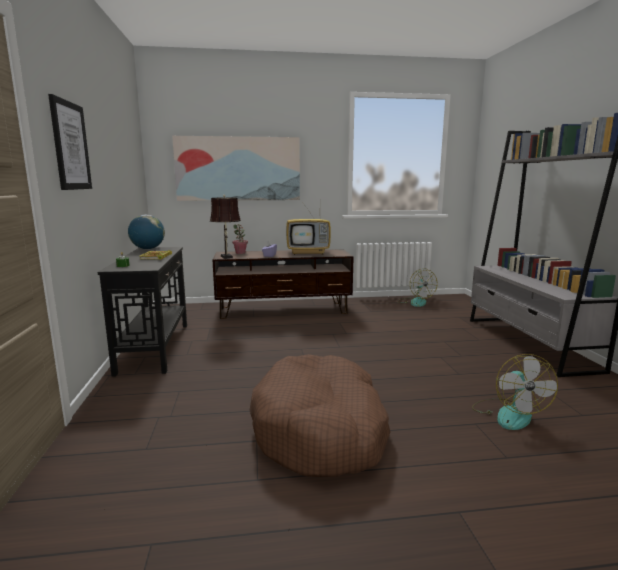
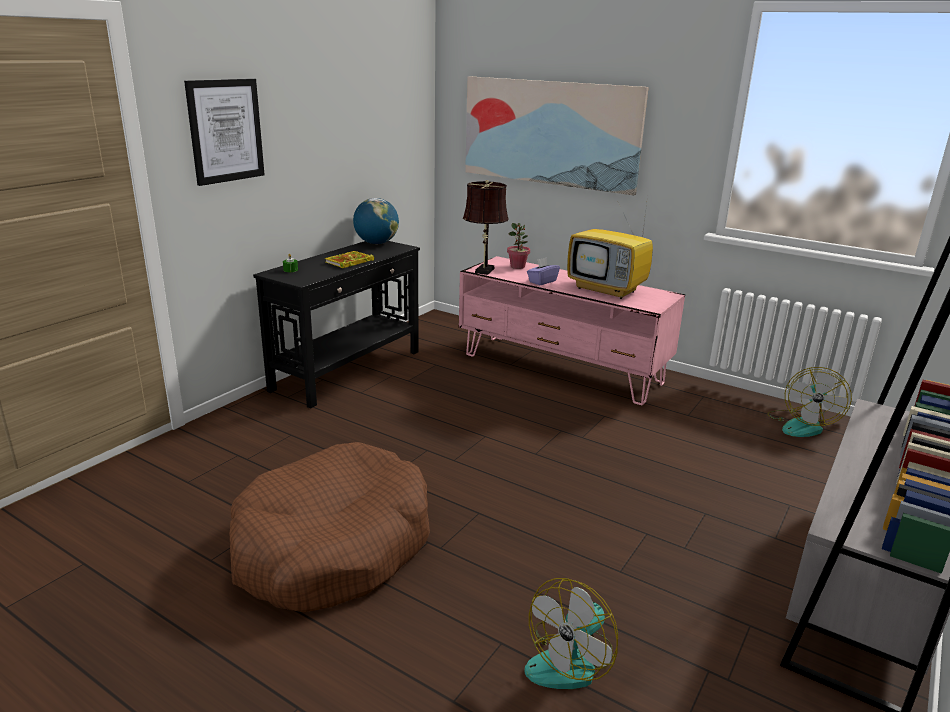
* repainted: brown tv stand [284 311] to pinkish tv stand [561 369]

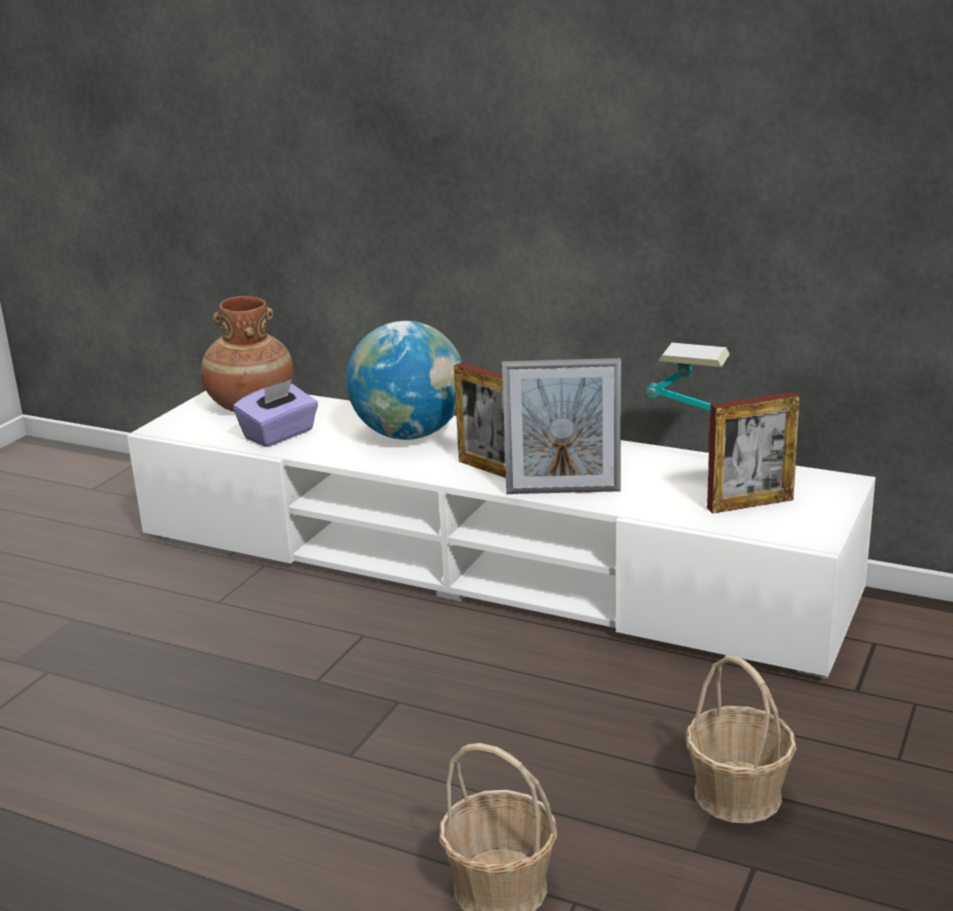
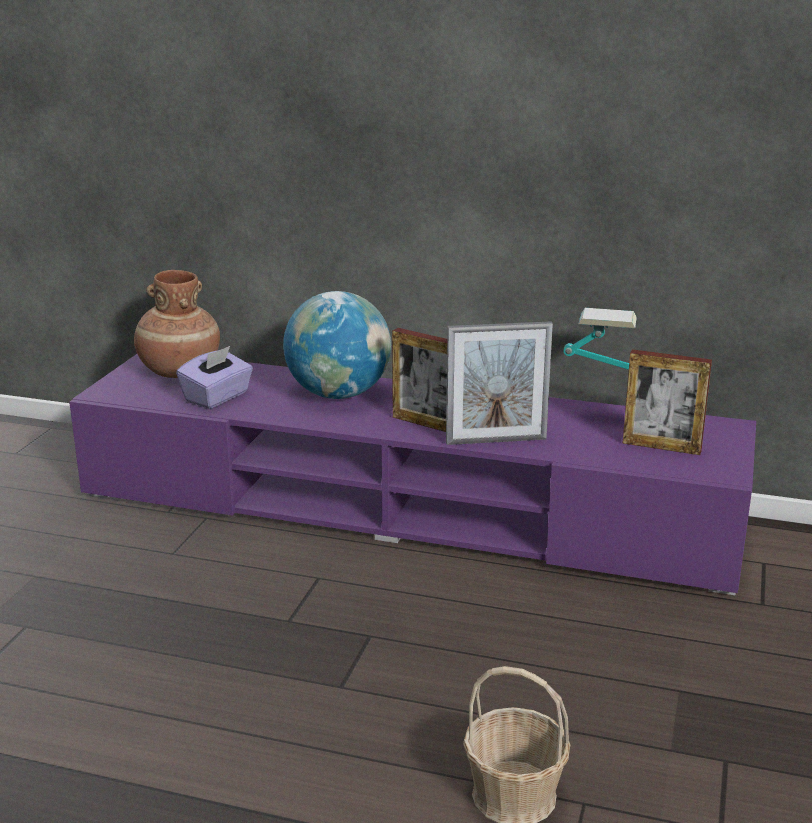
* gone: household basket [737 794]
* repainted: white-coloured tv stand [483 565] to purple-coloured tv stand [407 510]
* rotated: picture frame [750 504] = [661 447] 45 degrees clockwise

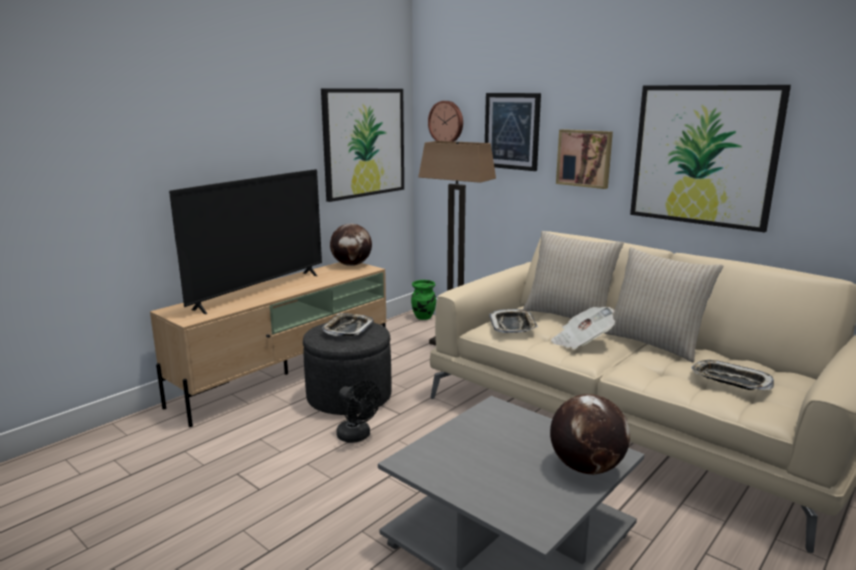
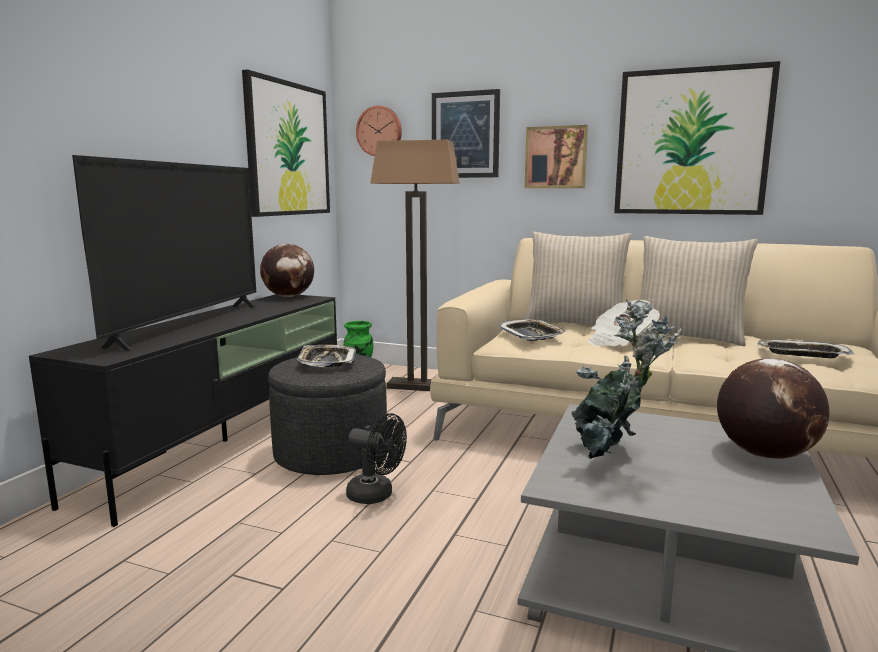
* new: plant in a pot [610 459]
* repainted: beige-coloured tv stand [288 373] to black tv stand [227 440]

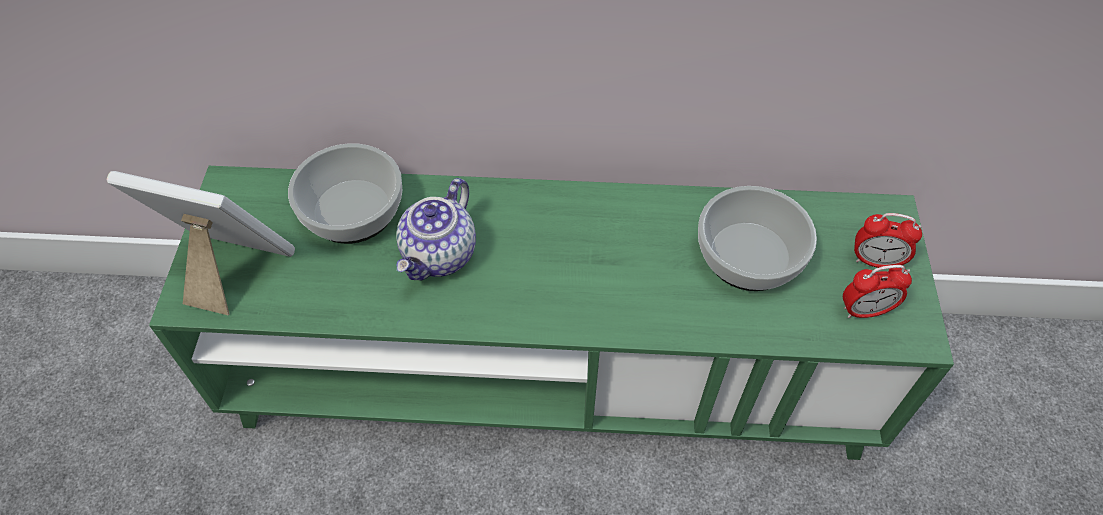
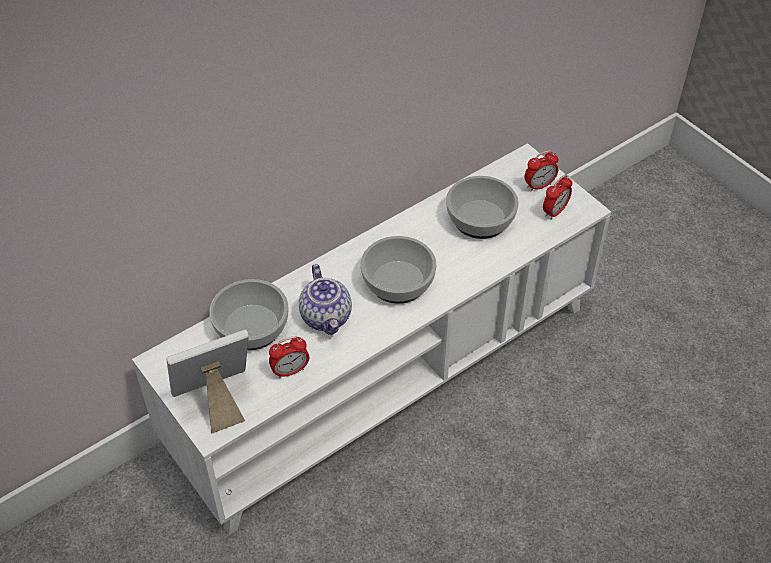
* new: alarm clock [290 371]
* new: serving bowl [397 282]
* repainted: green-coloured tv stand [551 375] to white-coloured tv stand [385 378]

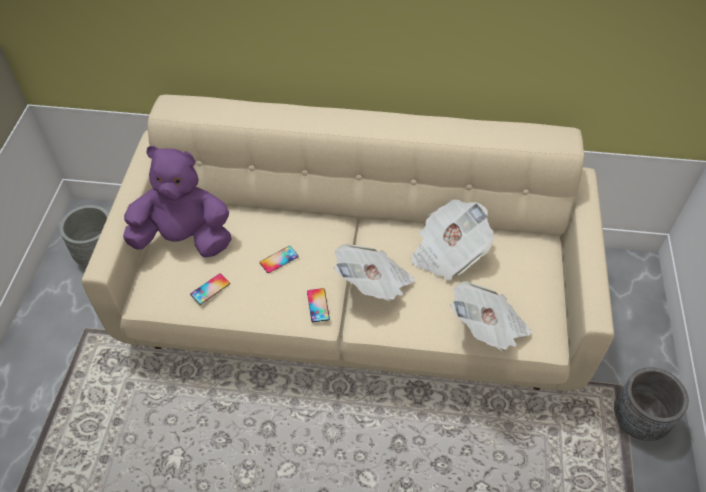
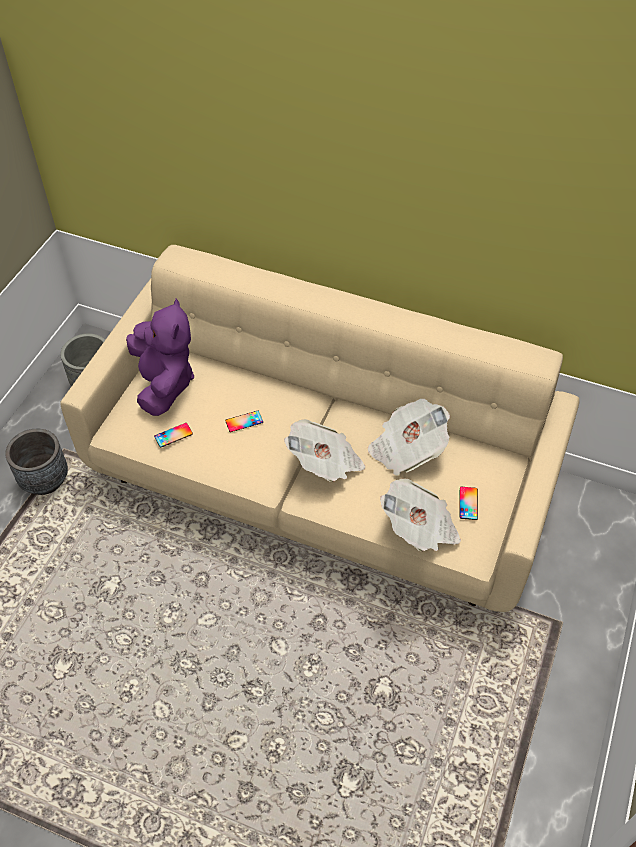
* shifted: handset [318 305] to [468 503]
* shifted: grey planter [638 420] to [45 480]
* rotated: purple-coloured soft toy [184 239] = [164 384] 60 degrees clockwise

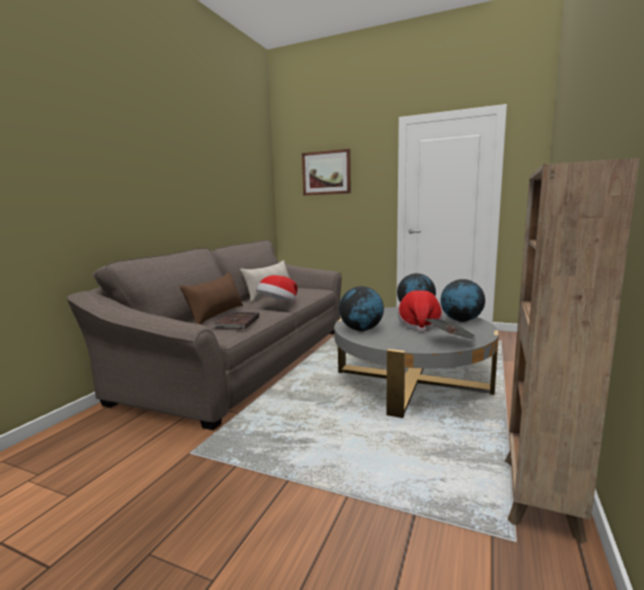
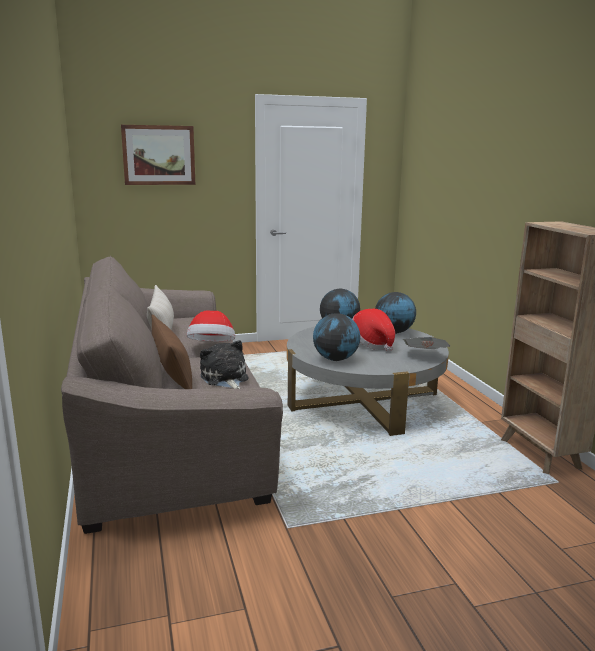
* swapped: brown bound book [237 322] to soft toy [225 378]

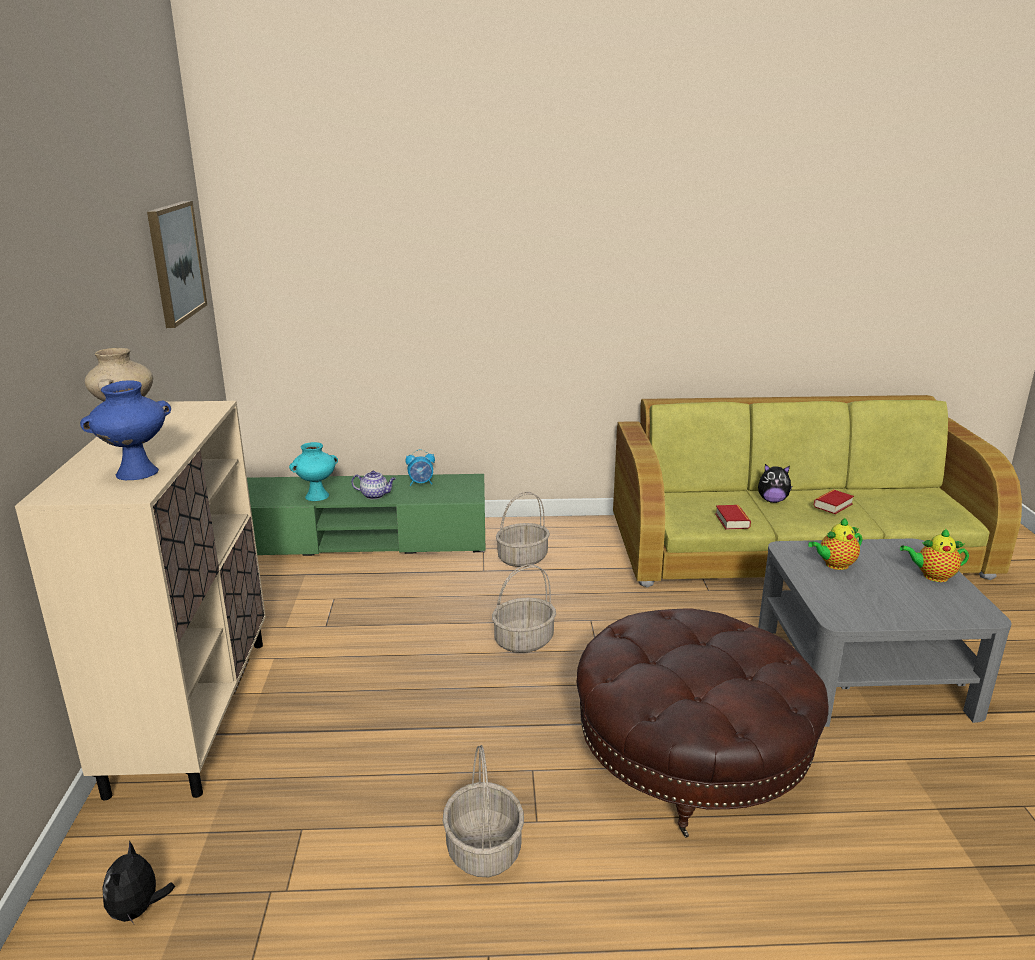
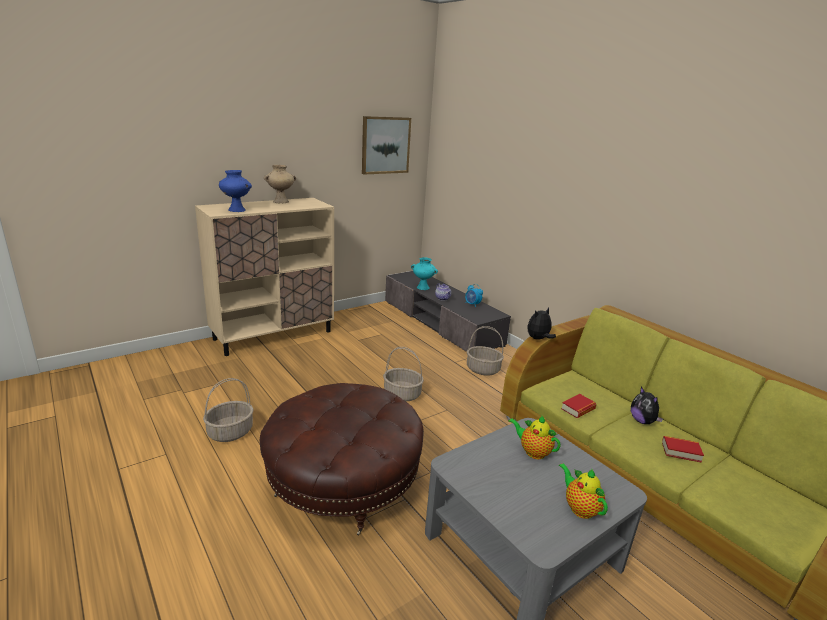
* shifted: soft toy [138 910] to [538 339]
* repainted: green-coloured tv stand [363 539] to grey tv stand [440 323]

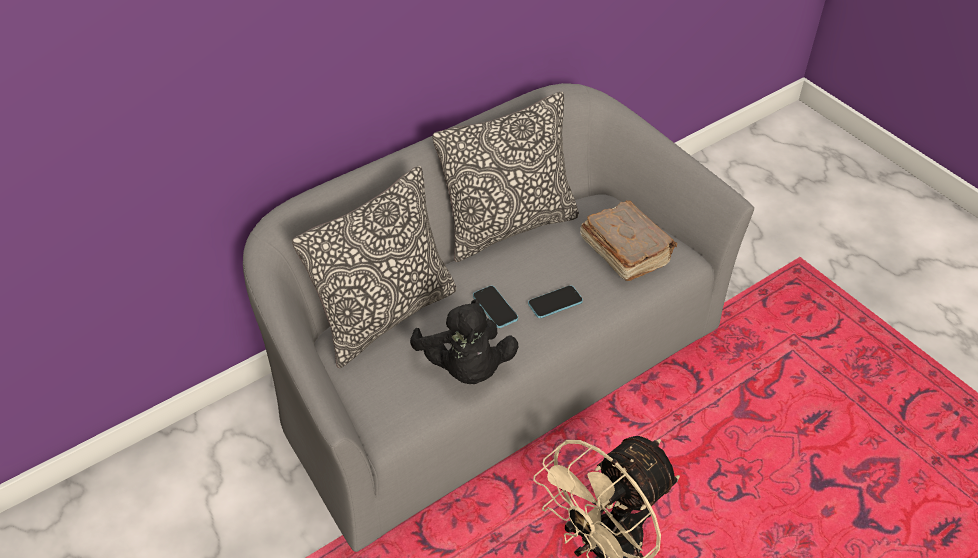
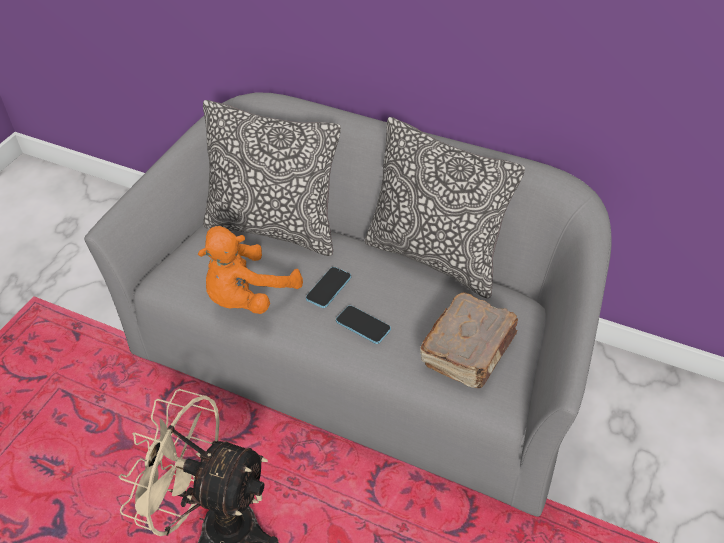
* repainted: black soft toy [465 368] to orange-coloured soft toy [248 297]

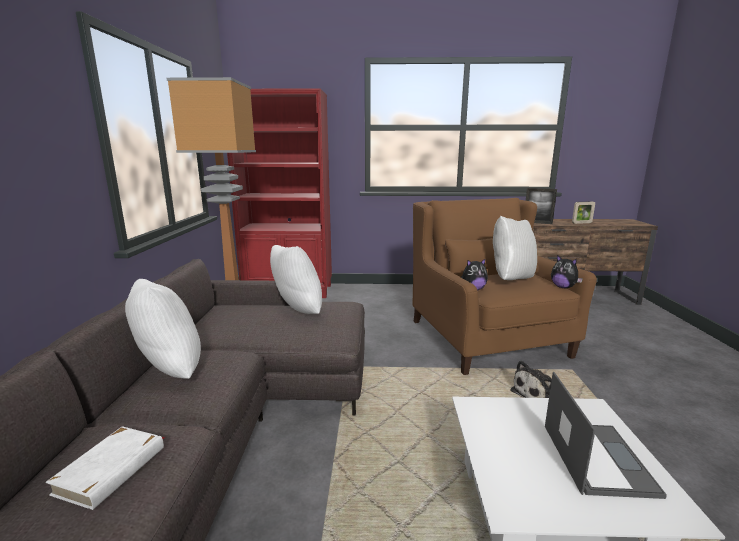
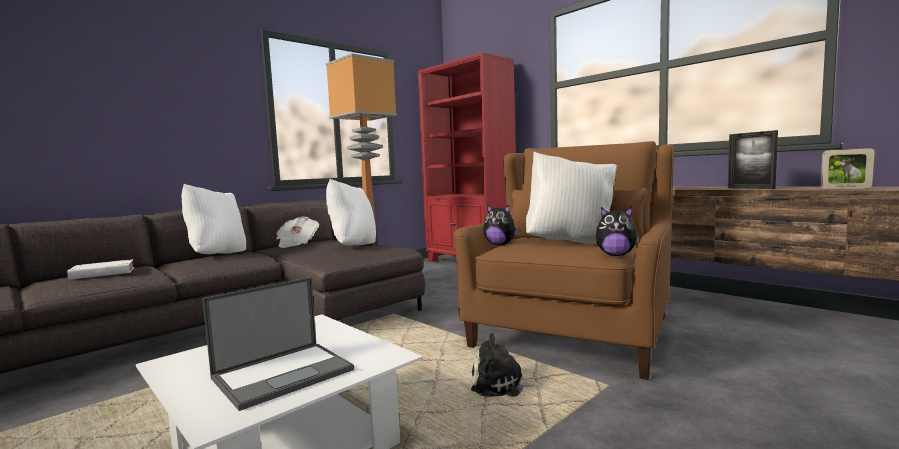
* new: printed paper [296 244]
* rotated: soft toy [563 287] = [616 255] 75 degrees counterclockwise

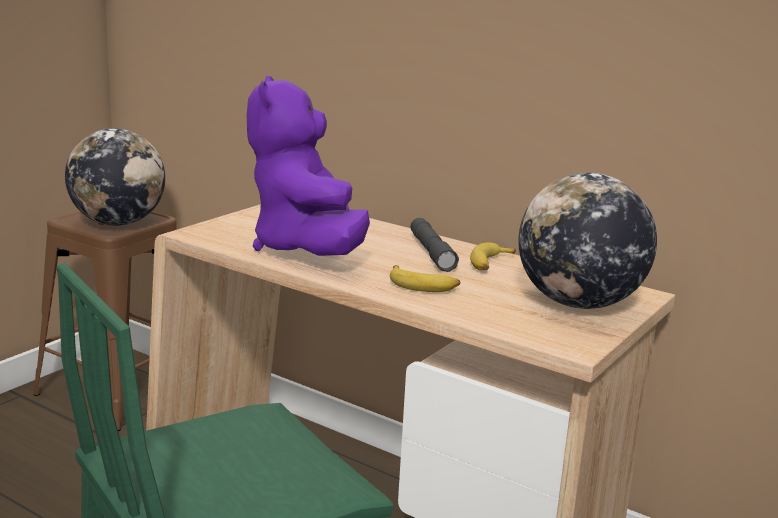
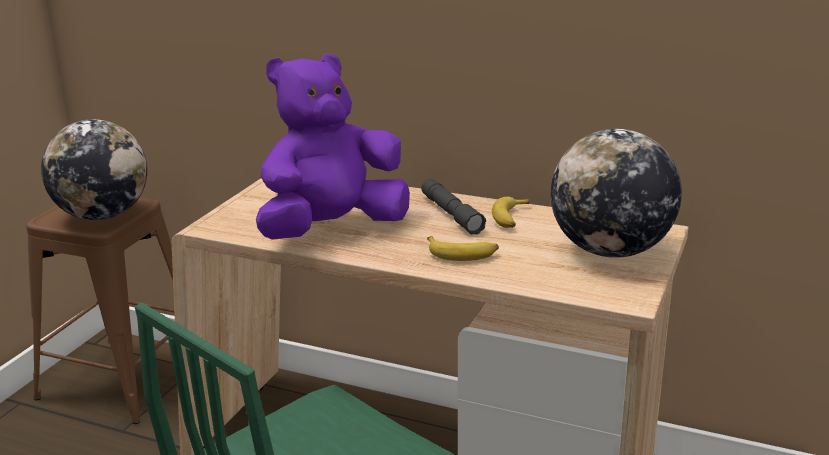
* rotated: purple-coloured soft toy [307 249] = [332 229] 75 degrees clockwise

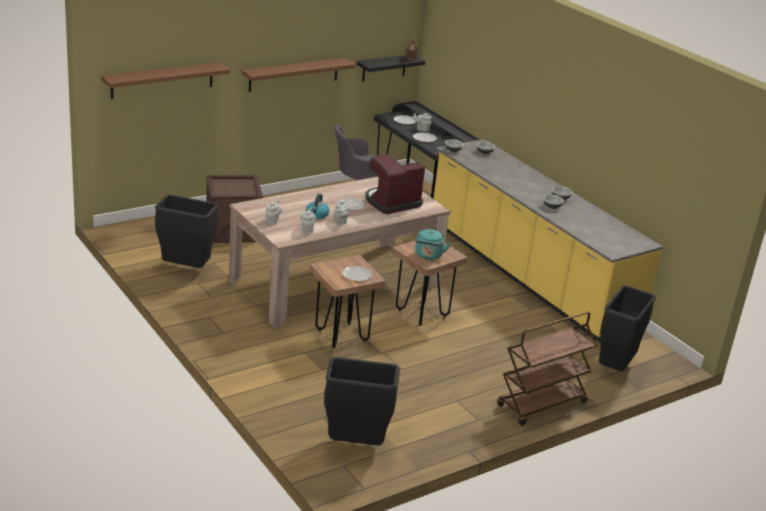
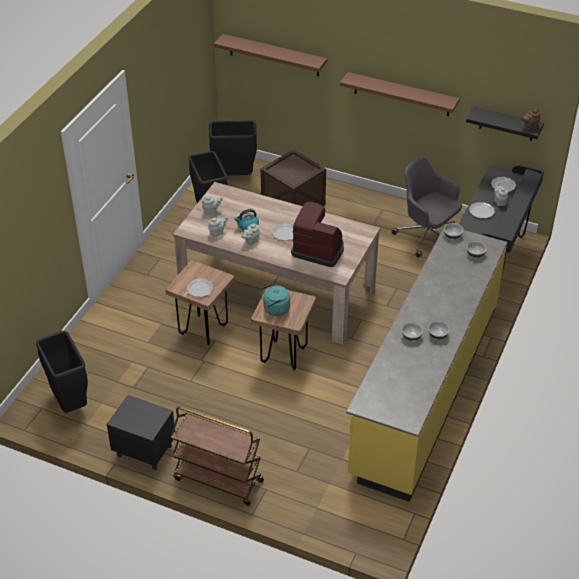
* new: black night table [144 450]
* shifted: black trash can [614 368] to [234 176]

